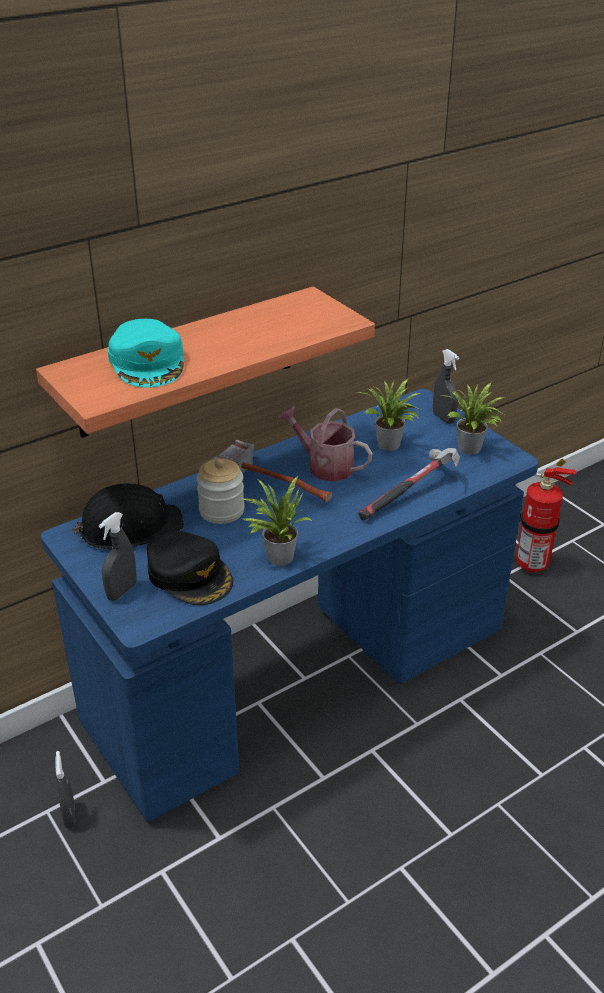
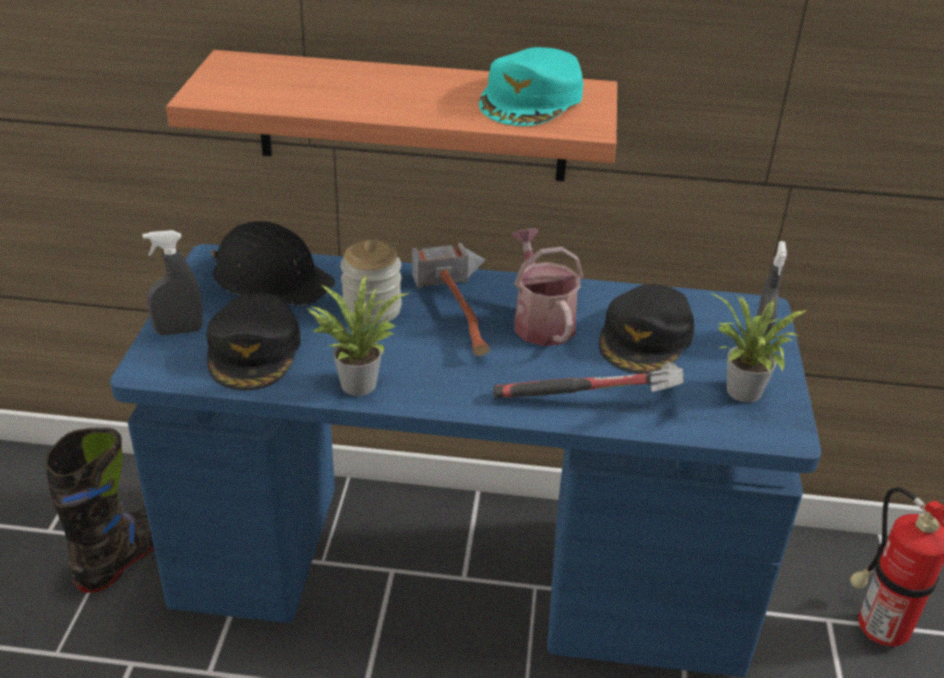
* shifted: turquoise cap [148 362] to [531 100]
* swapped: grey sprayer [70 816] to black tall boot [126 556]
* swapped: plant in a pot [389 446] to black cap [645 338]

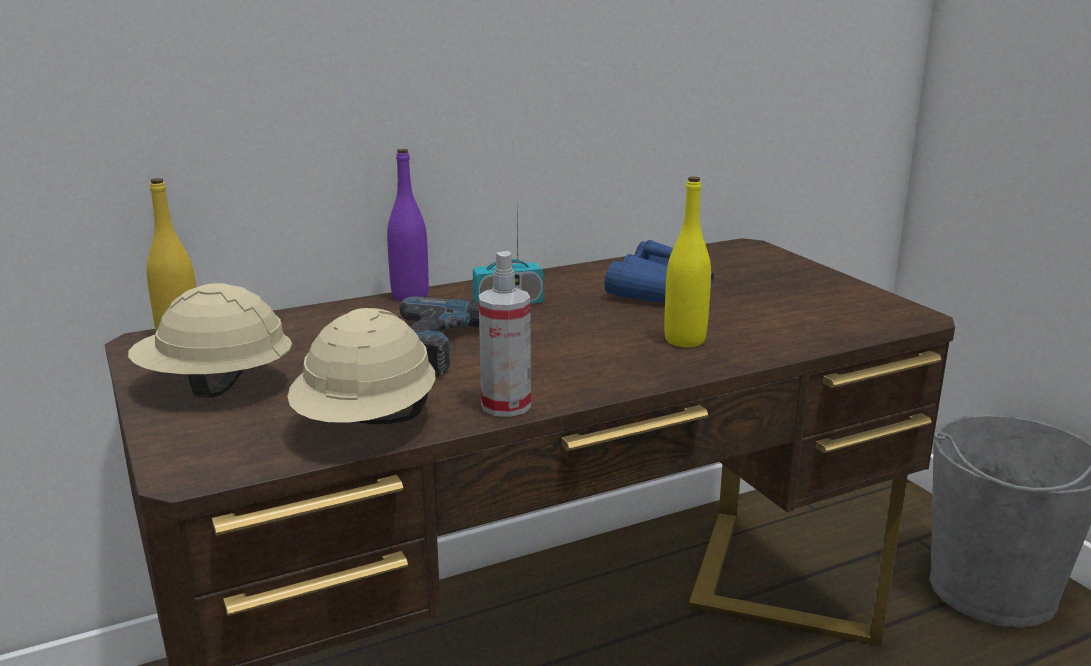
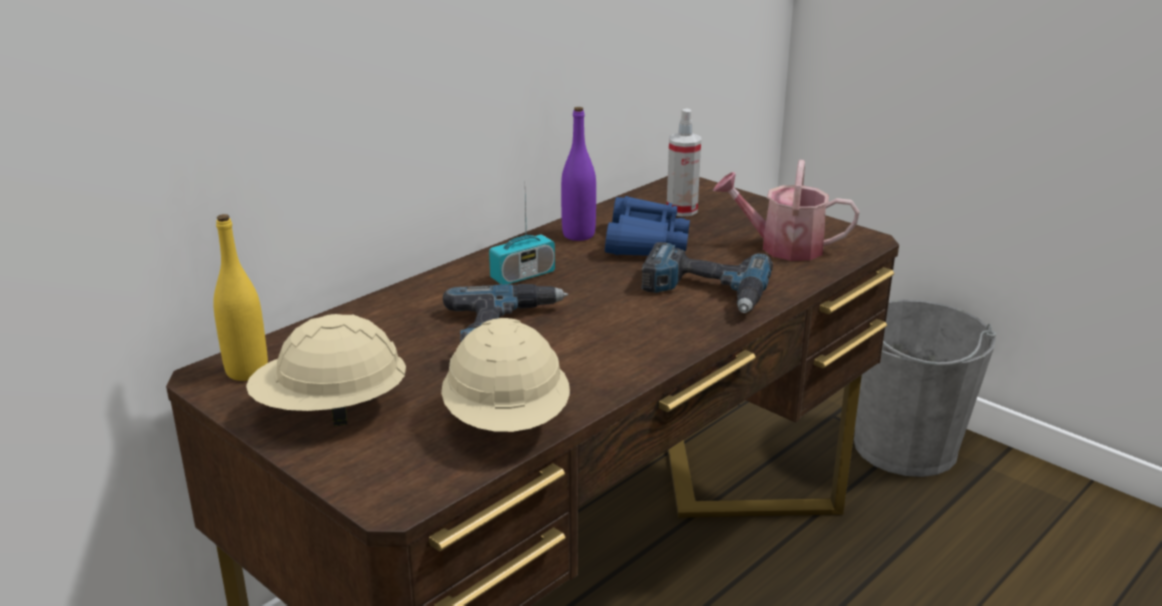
* new: watering can [782 247]
* shifted: purple-coloured bottle [410 296] to [578 235]
* shifted: sprayer [506 405] to [681 210]
* swapped: yellow-coloured bottle [685 340] to power drill [704 291]

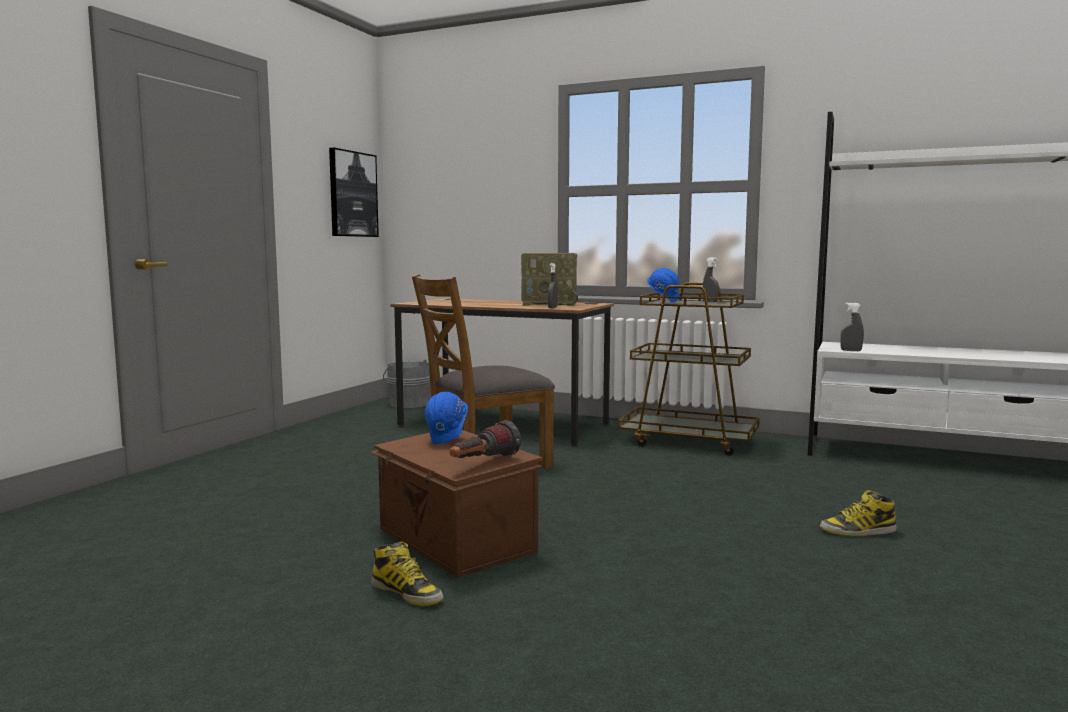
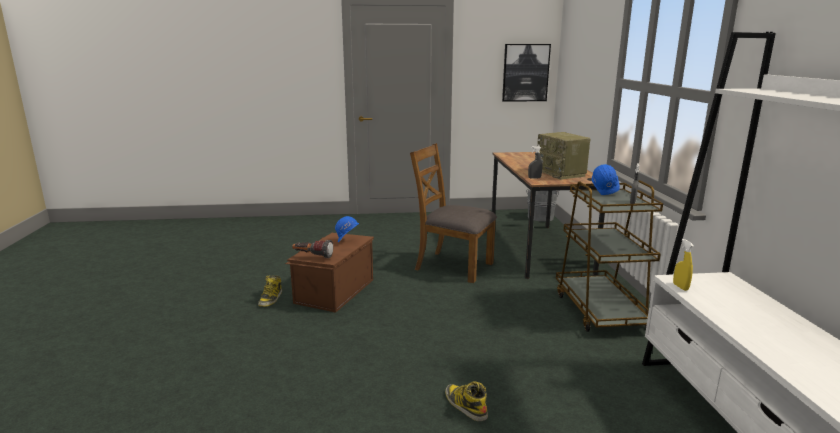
* repainted: grey sprayer [851 350] to yellow-coloured sprayer [680 287]

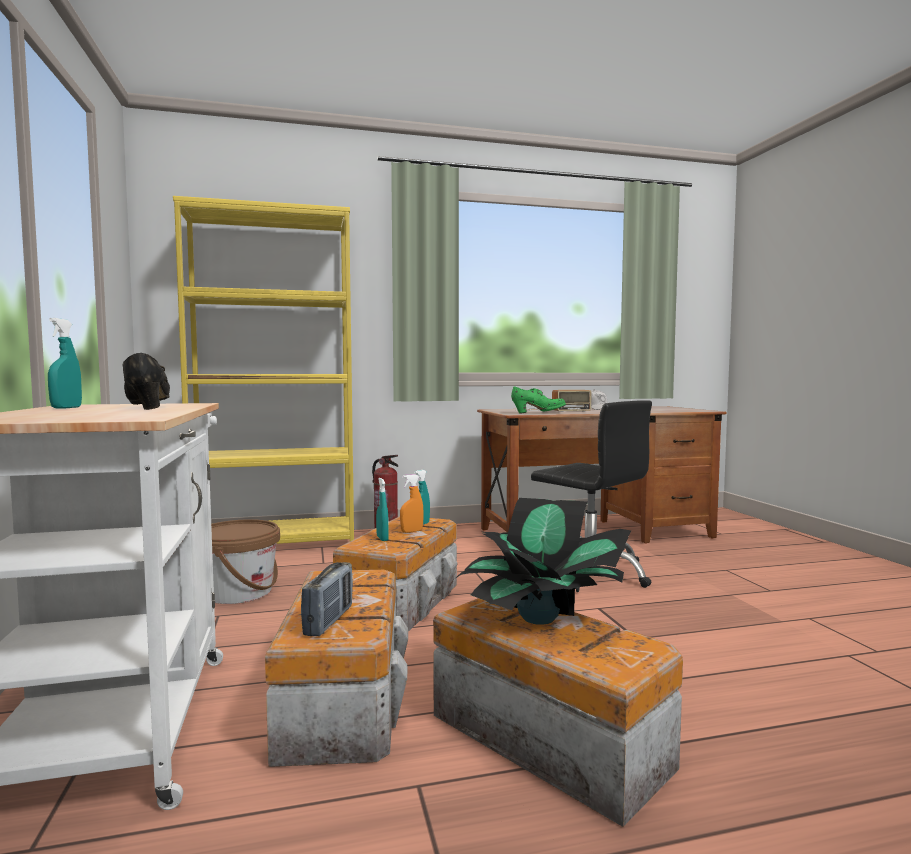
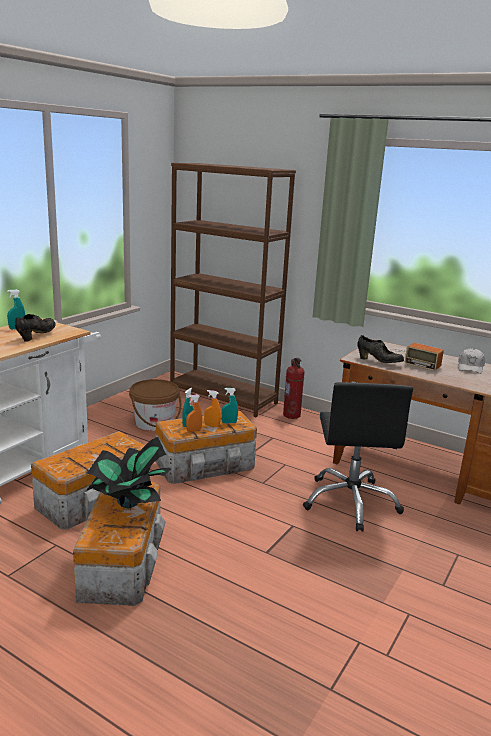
* gone: radio set [329 621]
* new: orange-coloured sprayer [194 430]
* repainted: yellow-coloured shelving unit [276 544] to brown shelving unit [223 397]
* repainted: green-coloured low shoe [538 413] to black low shoe [378 362]

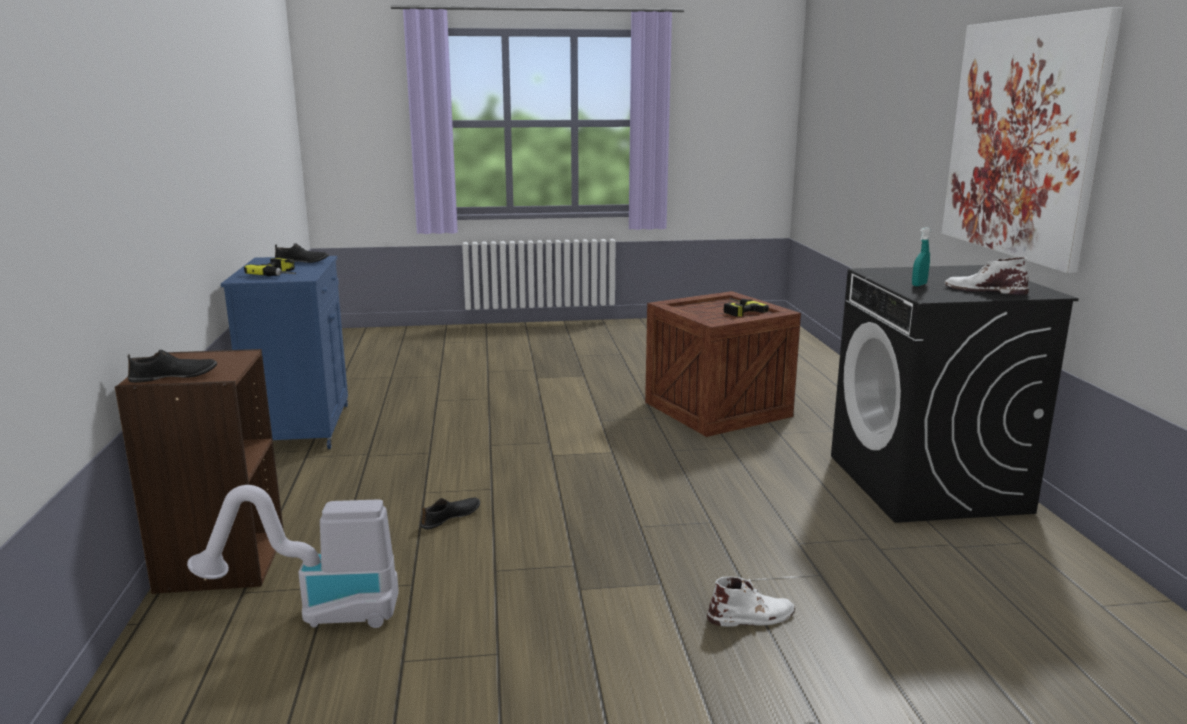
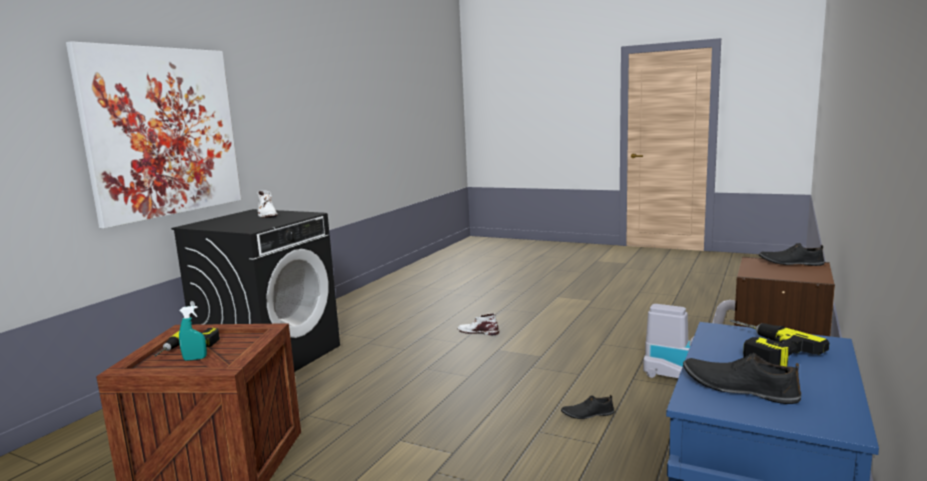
* shifted: turquoise sprayer [919 285] to [195 359]

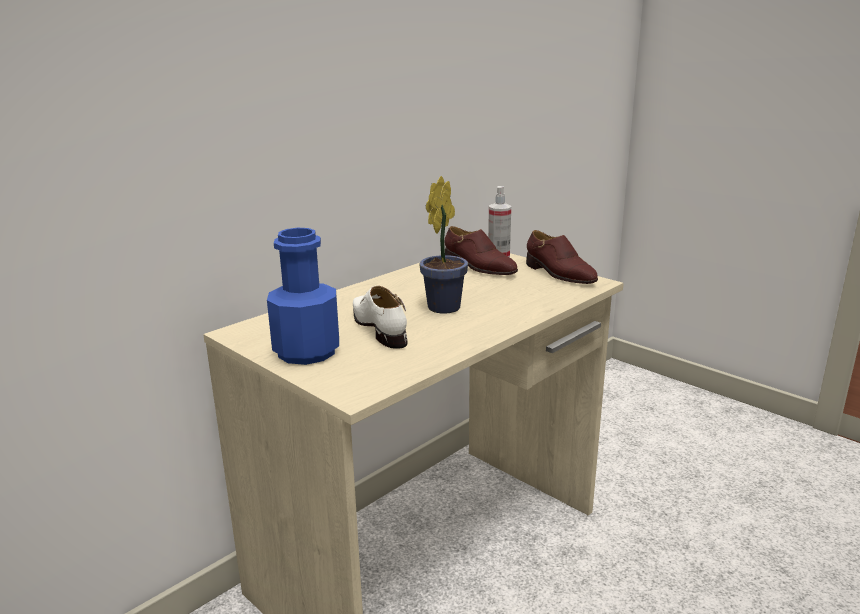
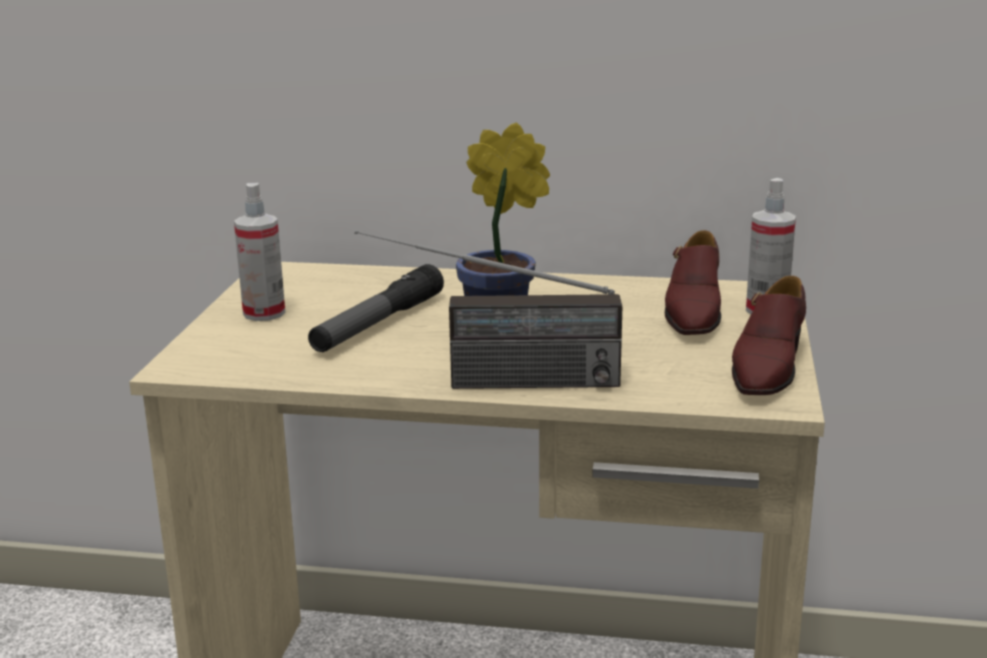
* new: radio set [489 381]
* swapped: bluish bottle [306 351] to sprayer [264 313]
* swapped: white-coloured low shoe [379 328] to hand torch [378 324]

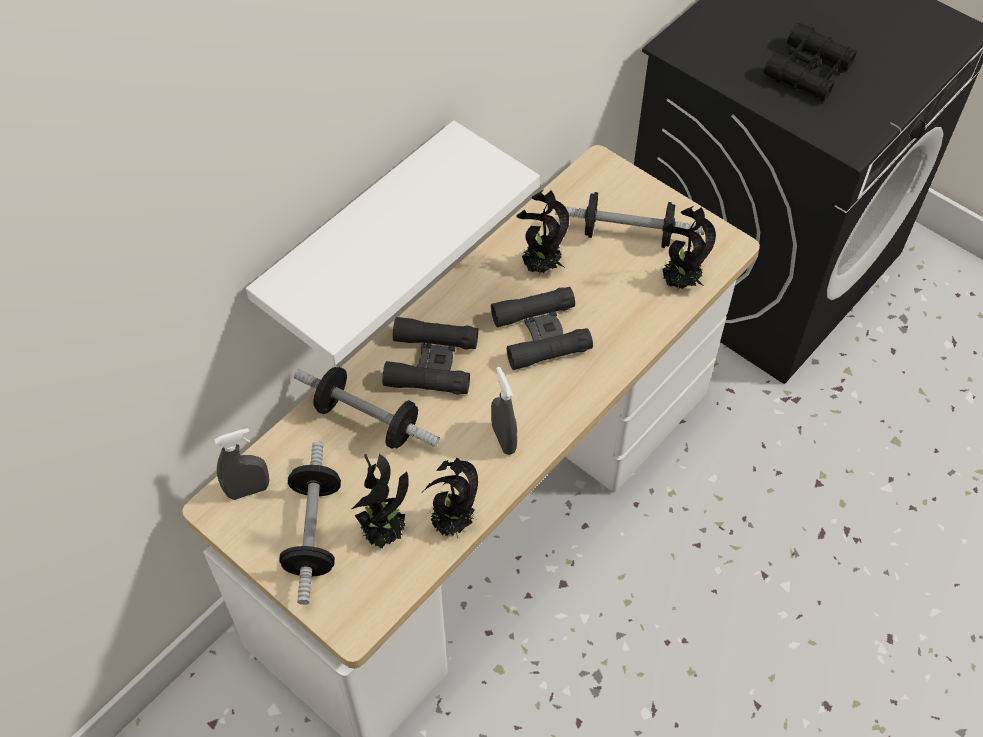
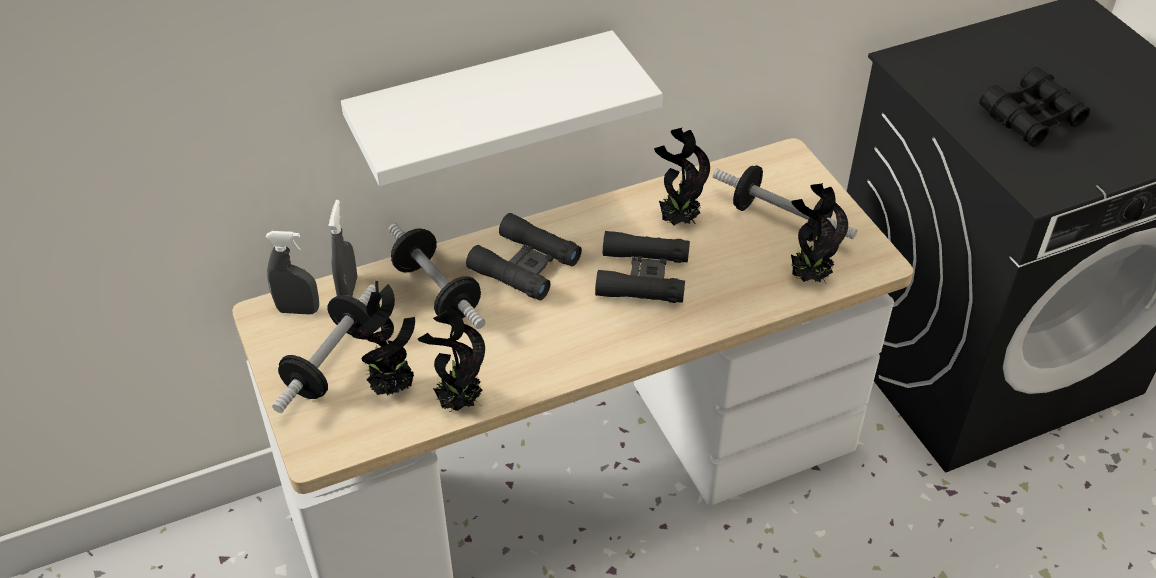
* shifted: grey sprayer [503 439] to [348 289]

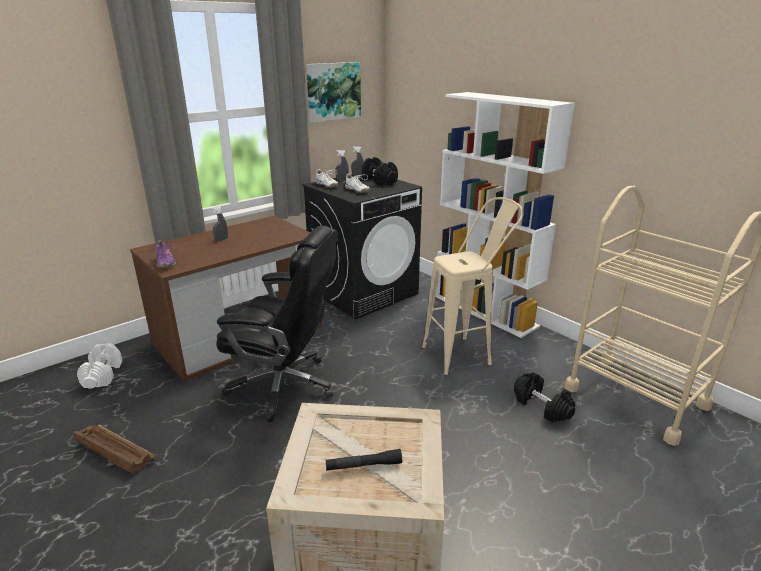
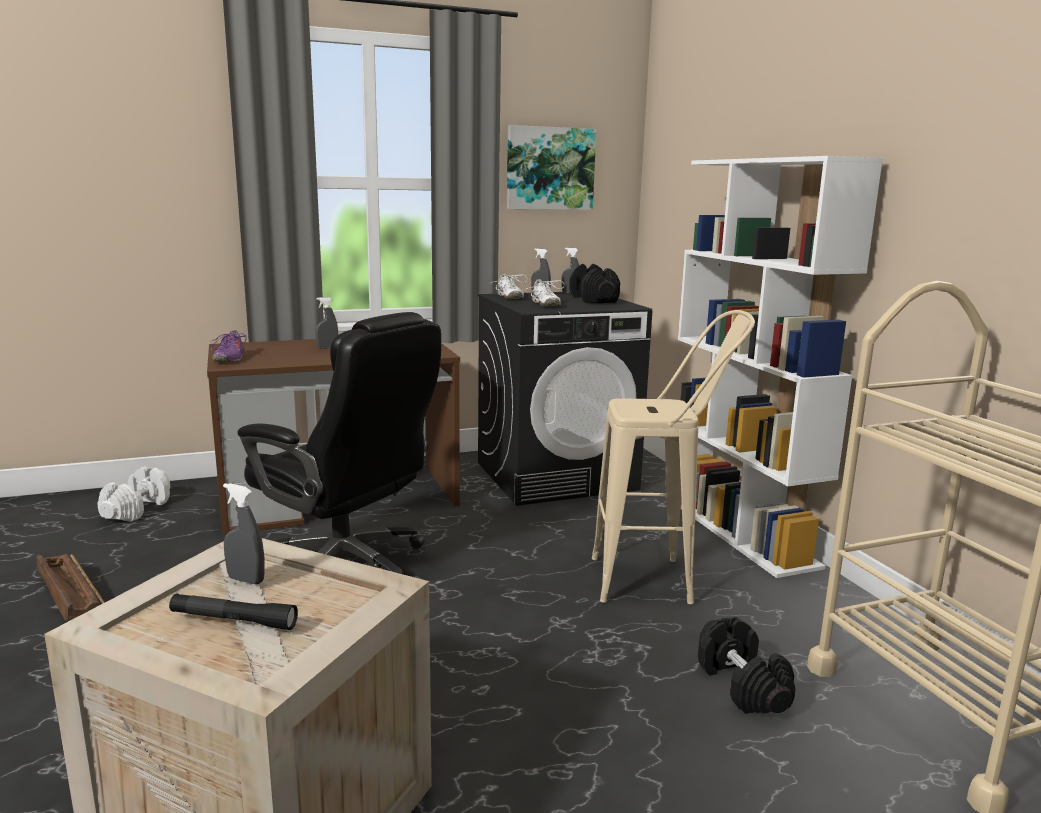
* new: grey sprayer [246 580]

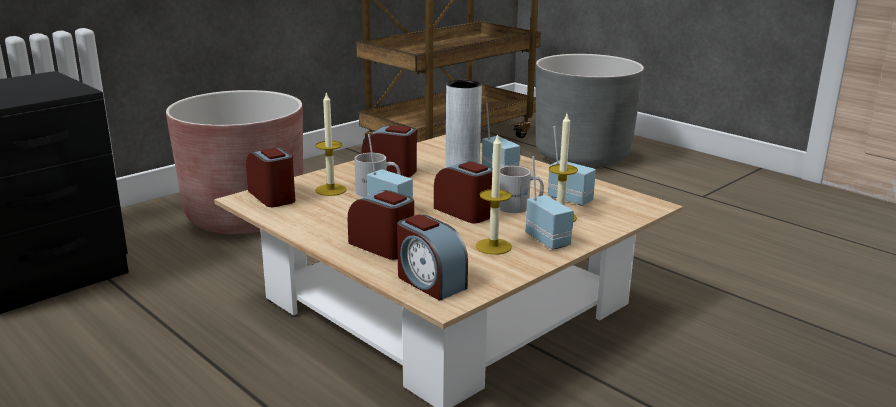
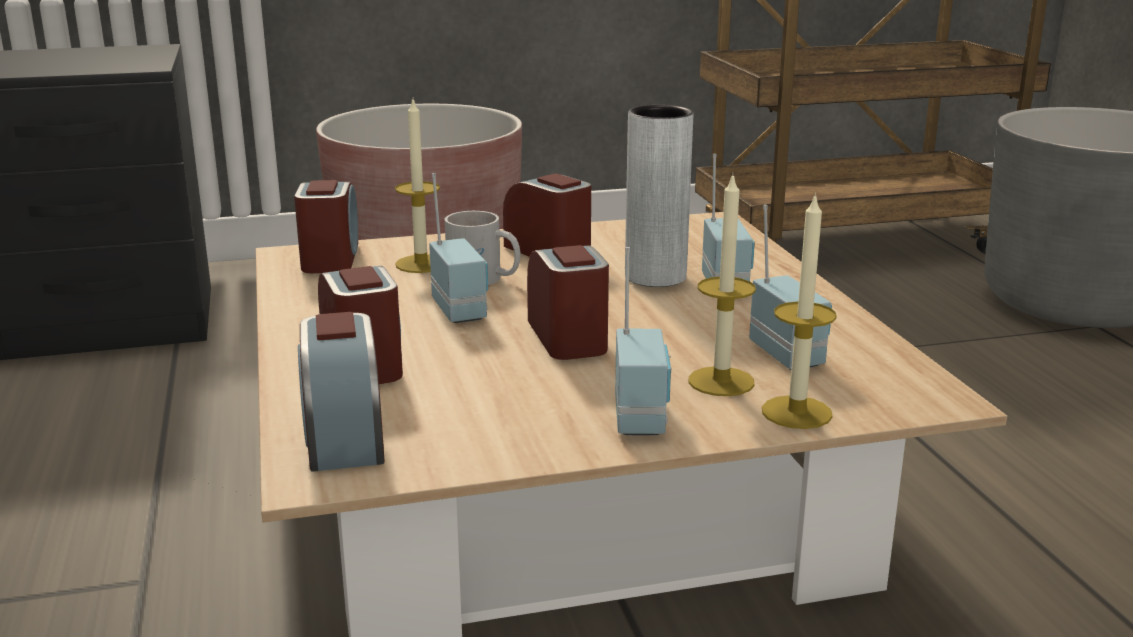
* gone: white-coloured mug [519 207]
* shifted: wax candle [493 246] to [796 412]

